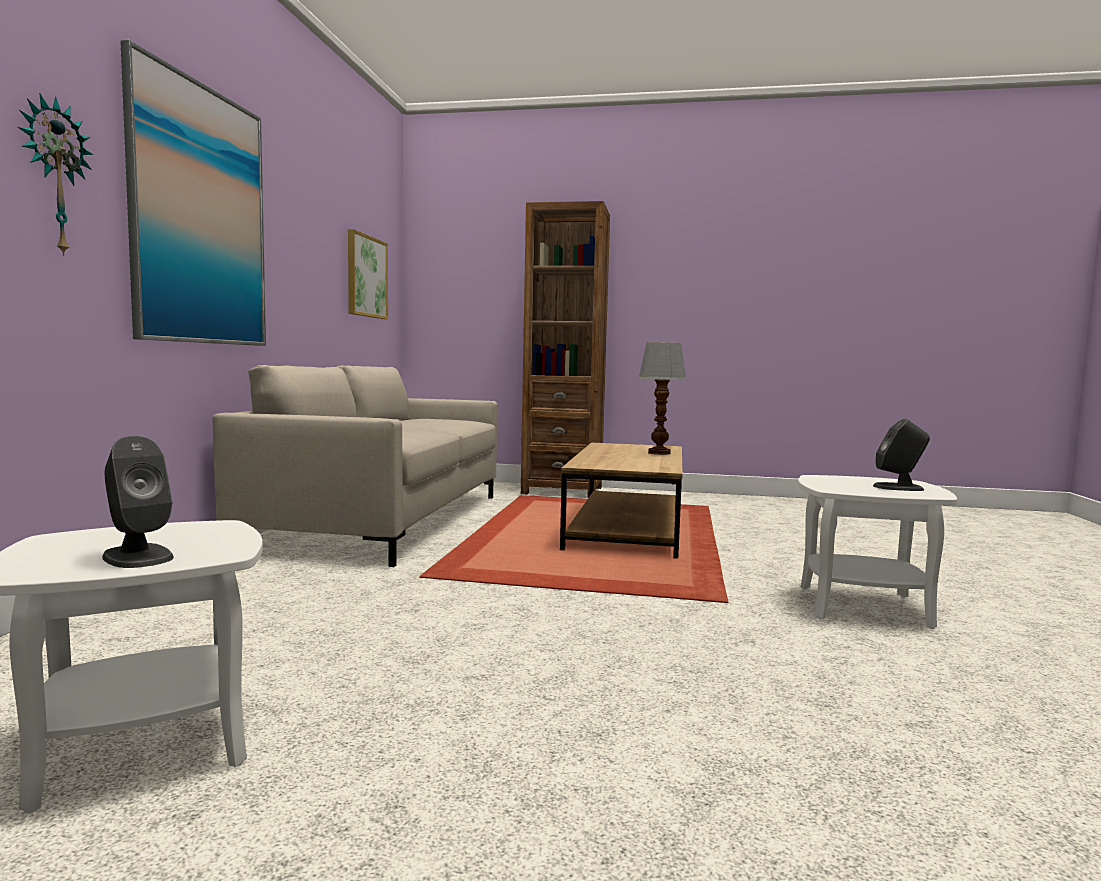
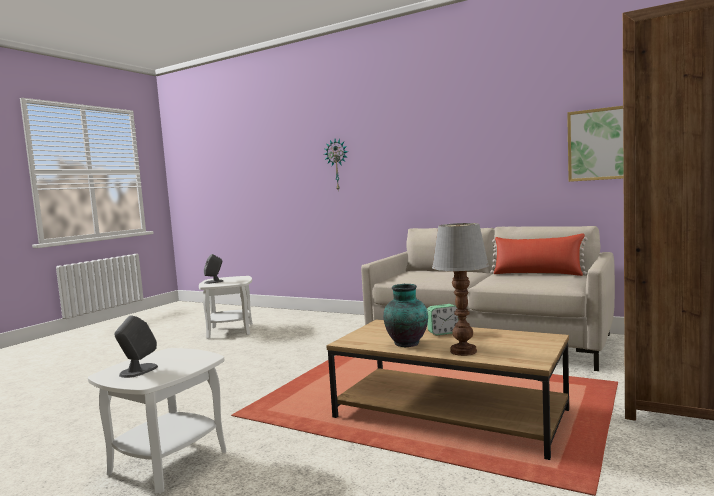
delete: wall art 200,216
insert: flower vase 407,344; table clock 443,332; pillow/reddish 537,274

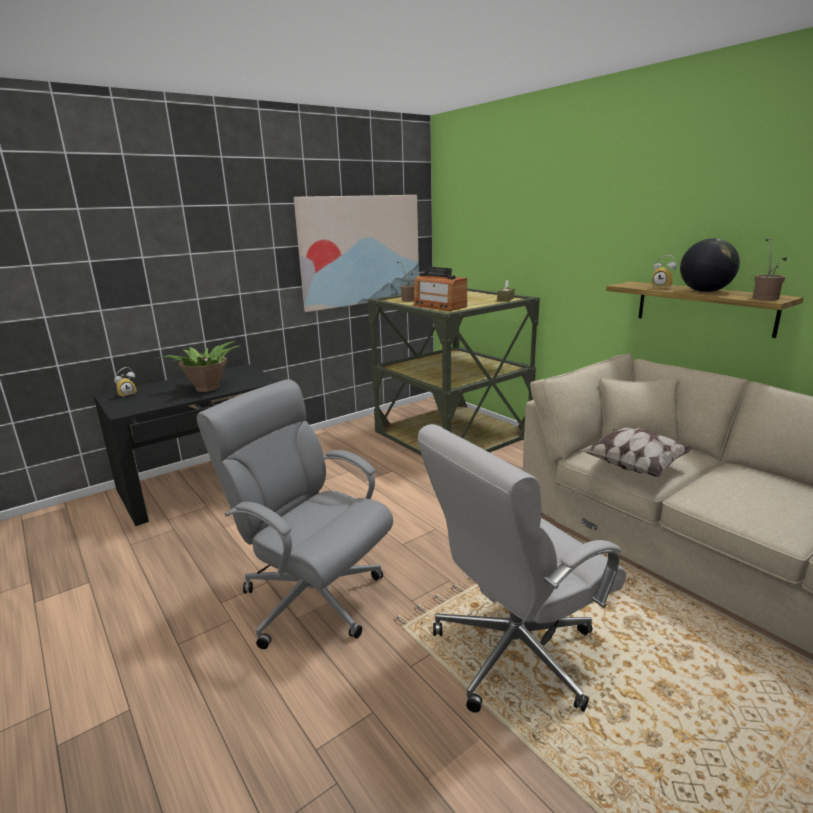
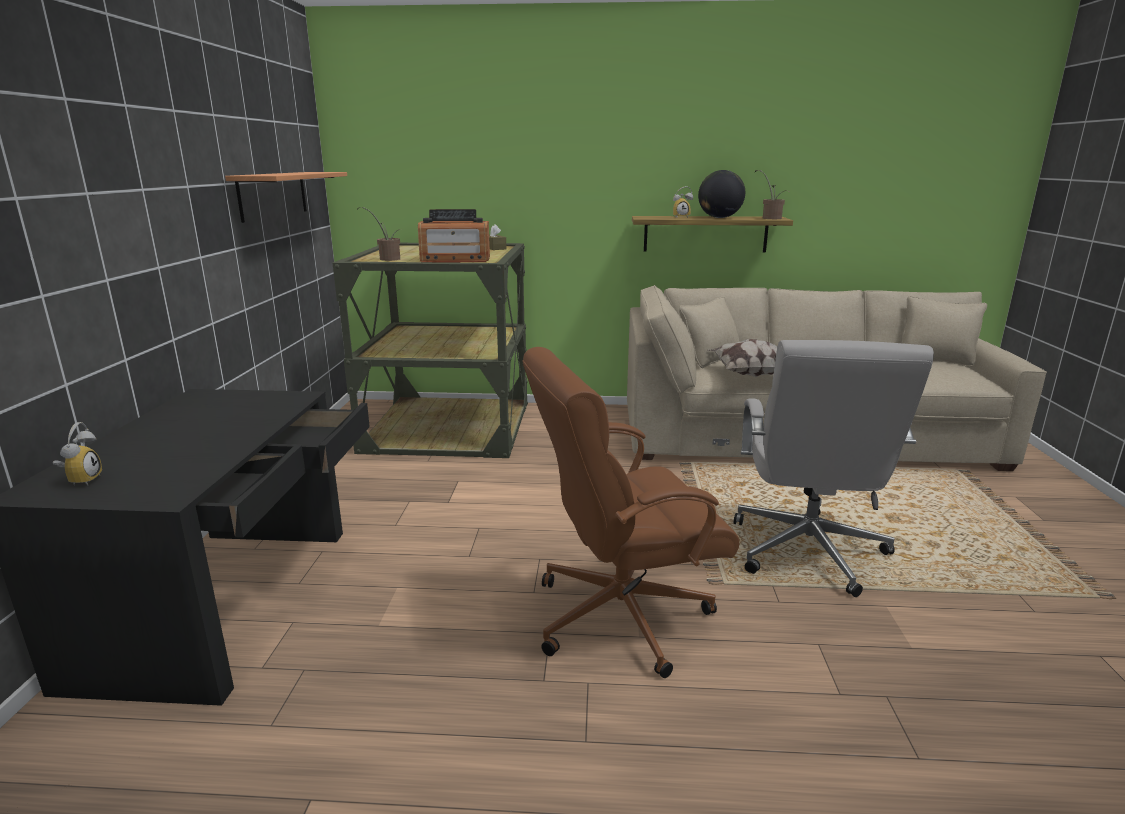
delete: potted plant 206,388
replace: wall art 361,250 to shelf 273,195
recolor: desk chair/grey 313,599 to desk chair/brownish 622,615

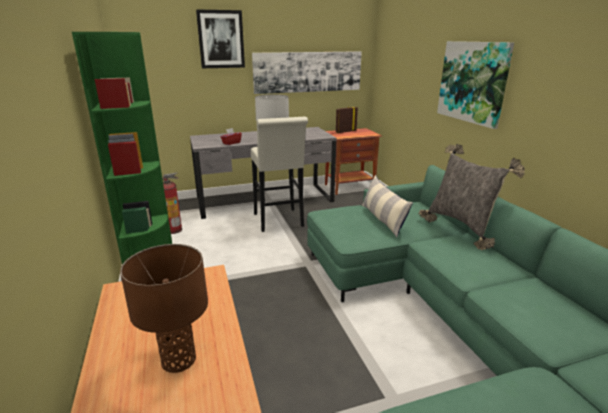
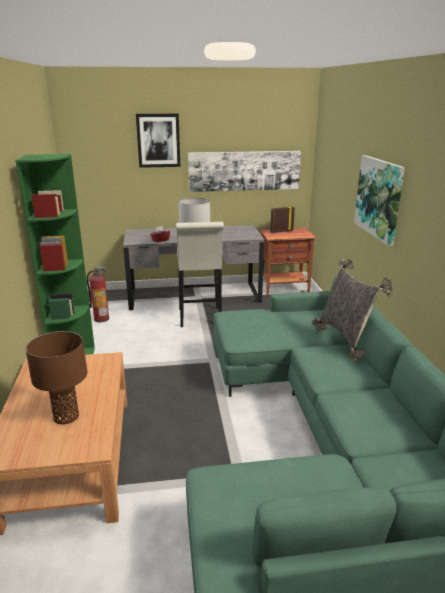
delete: pillow 383,219

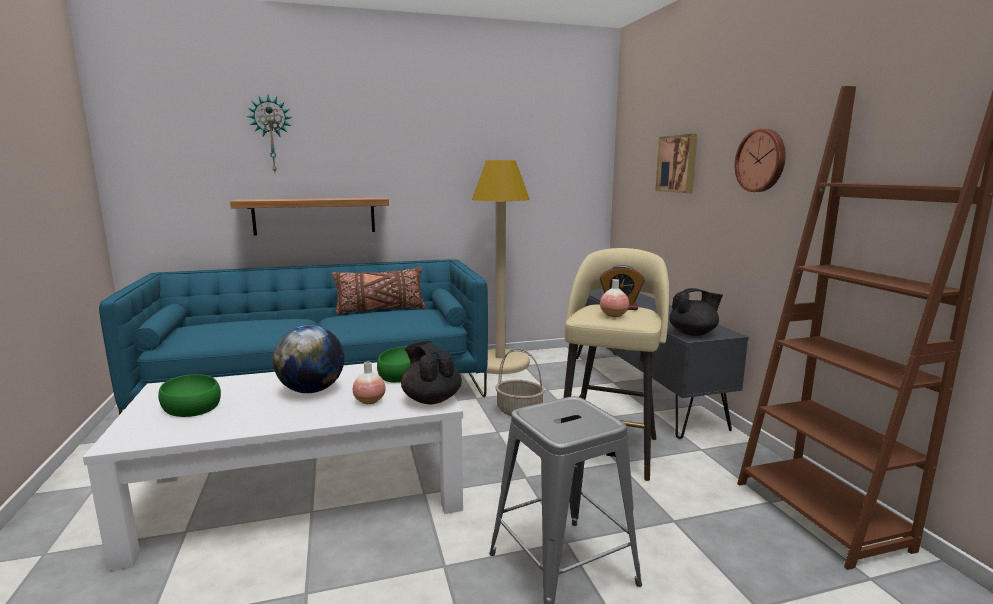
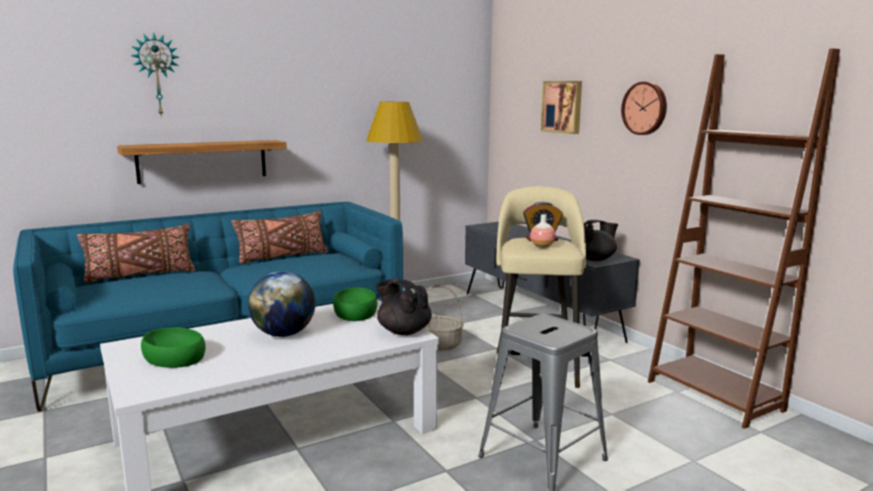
delete: flower vase 369,401
insert: pillow/brownish 140,275

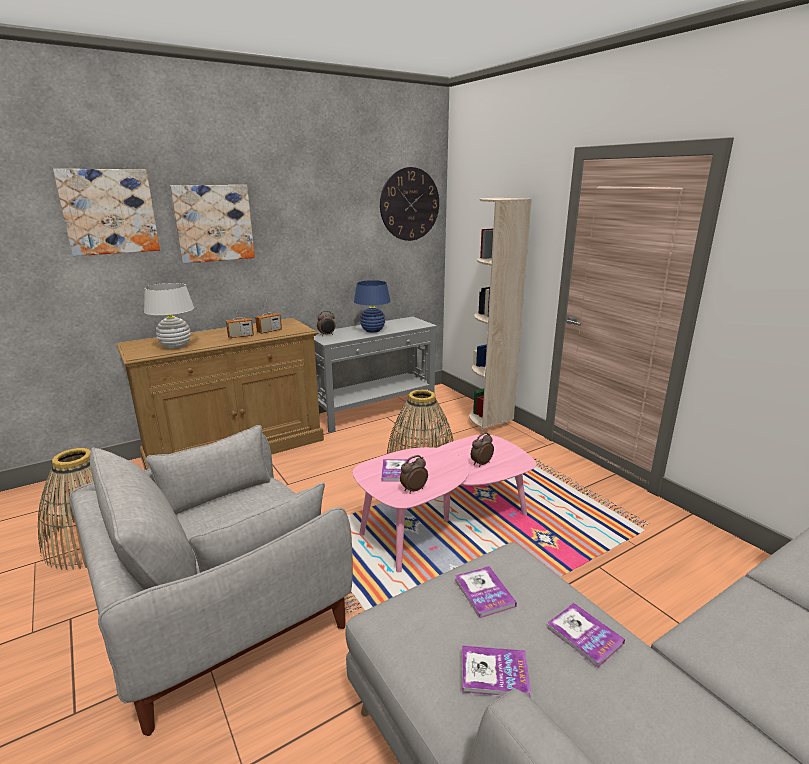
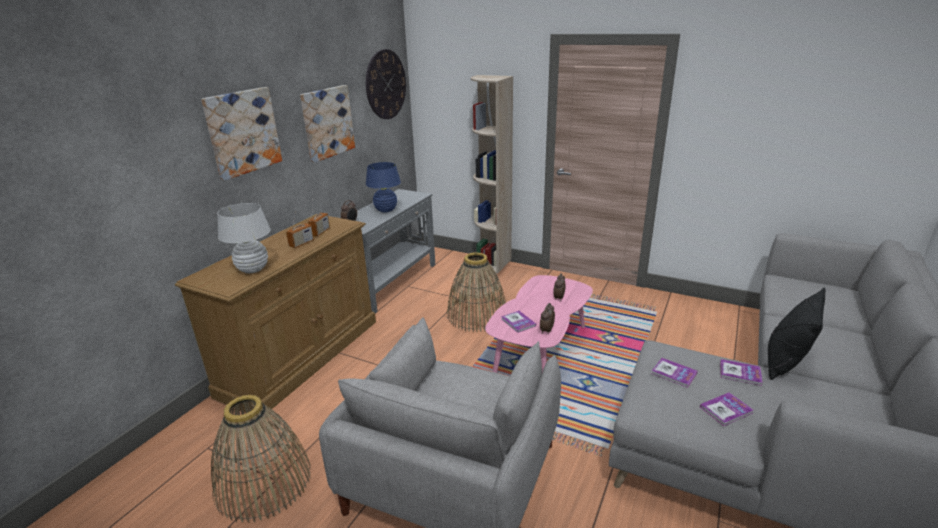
insert: pillow/blackish 785,363
move: wall art 109,212 to 327,122

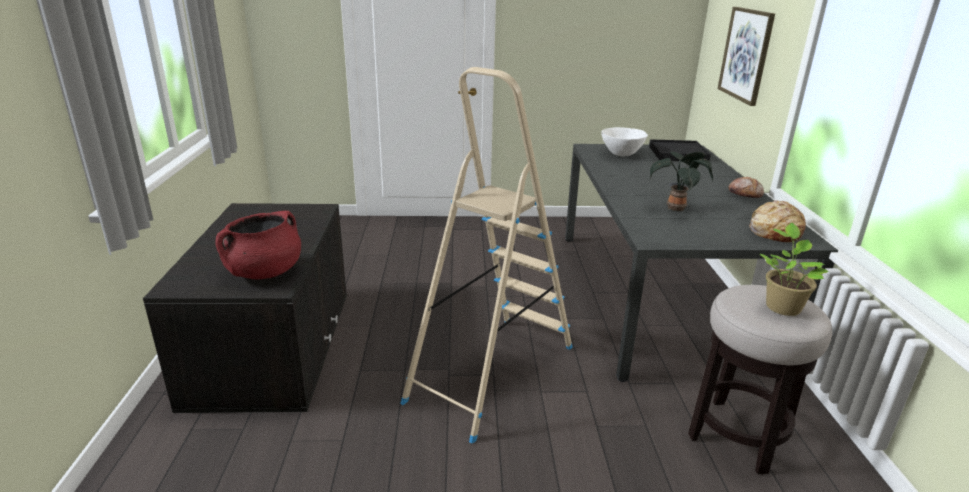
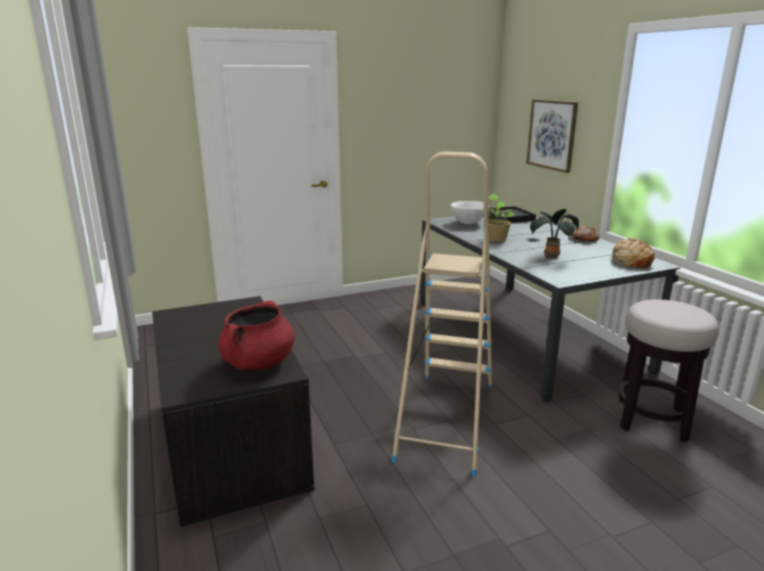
move: potted plant 782,306 to 496,239

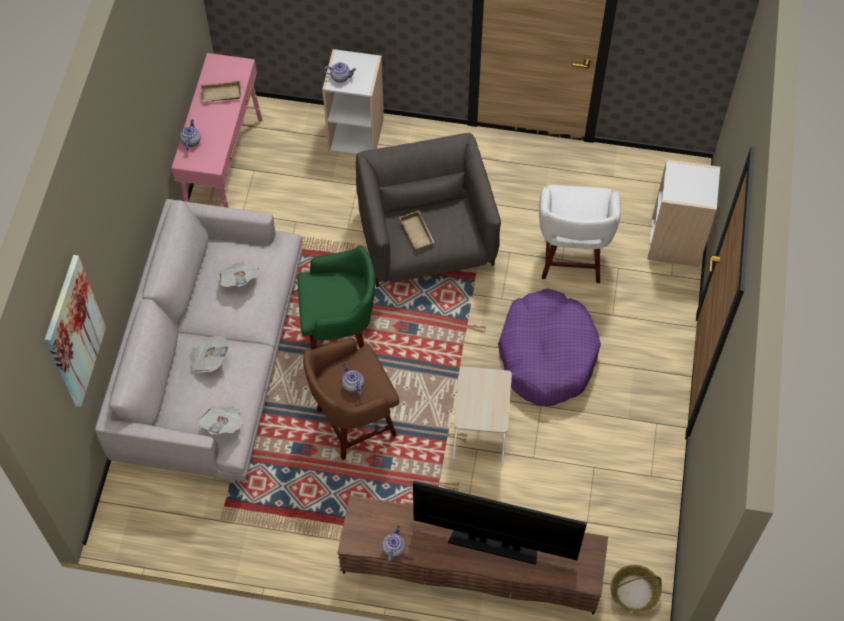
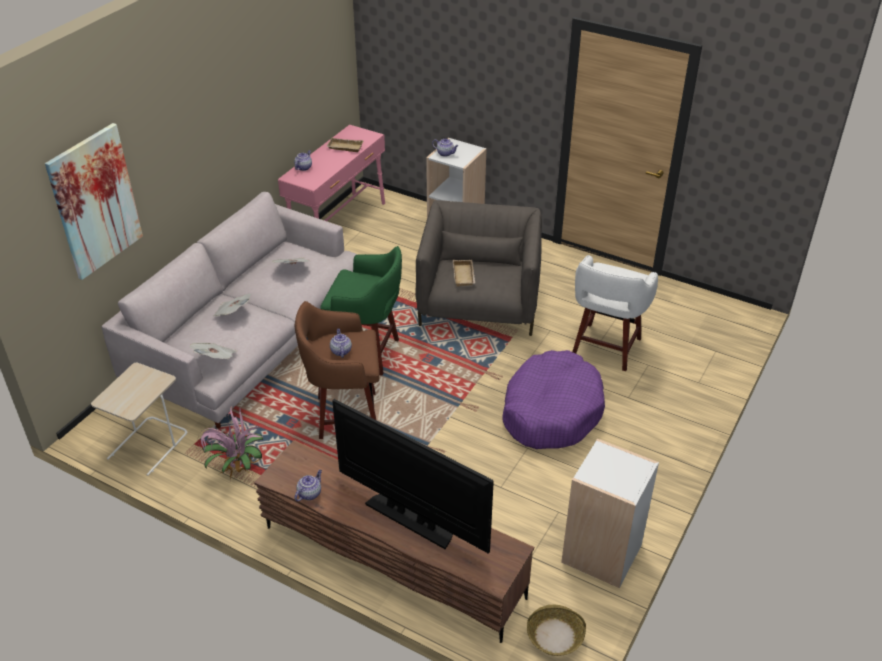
insert: potted plant 237,469
move: end table/beige 481,433 to 149,446; shelving unit 675,243 to 601,554

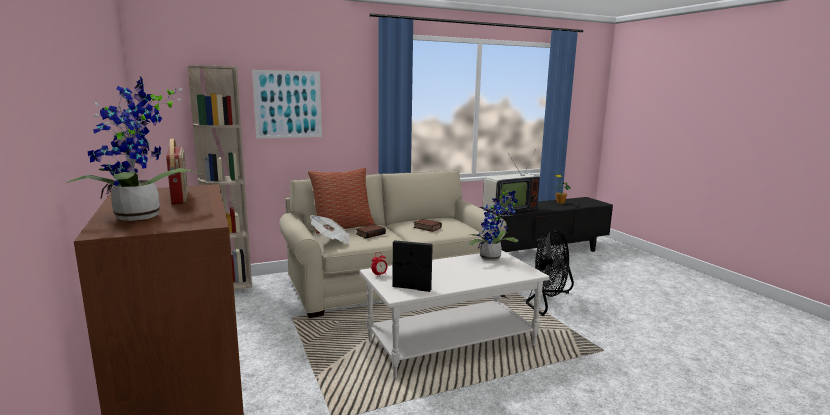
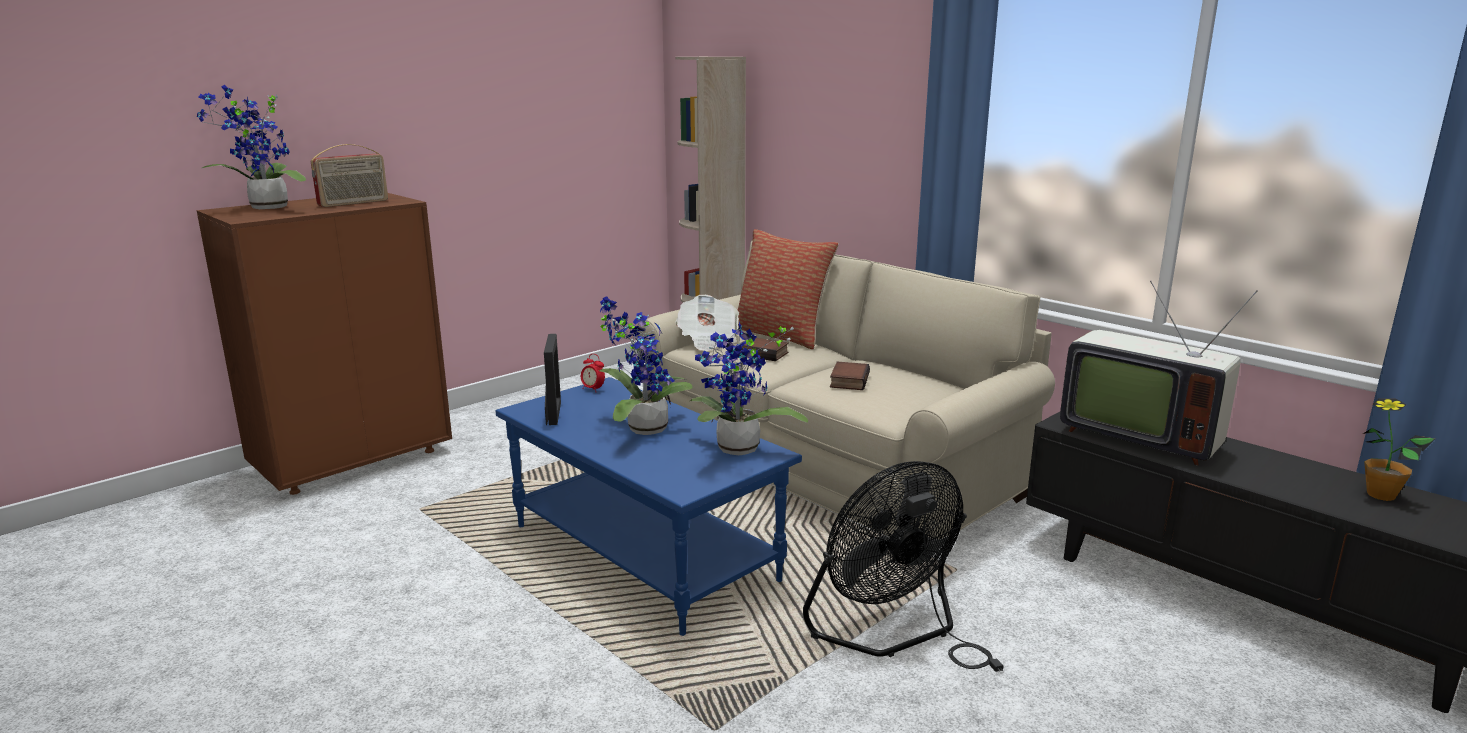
delete: wall art 288,104
insert: potted plant 642,428
recolor: low table/white-coloured 451,343 to low table/bluish 646,553
rotate: fan/blackish 541,301 = 906,630 135 degrees clockwise

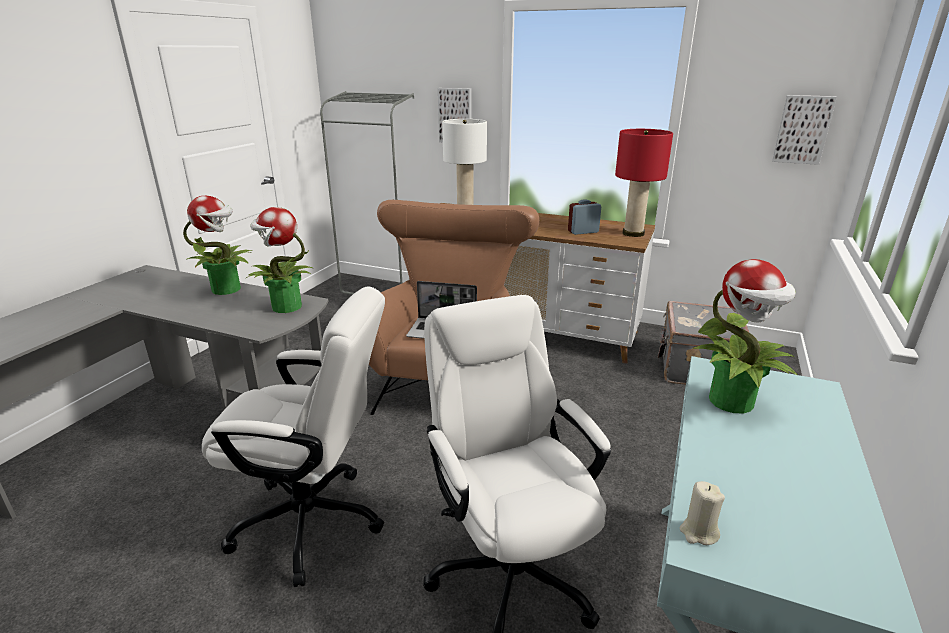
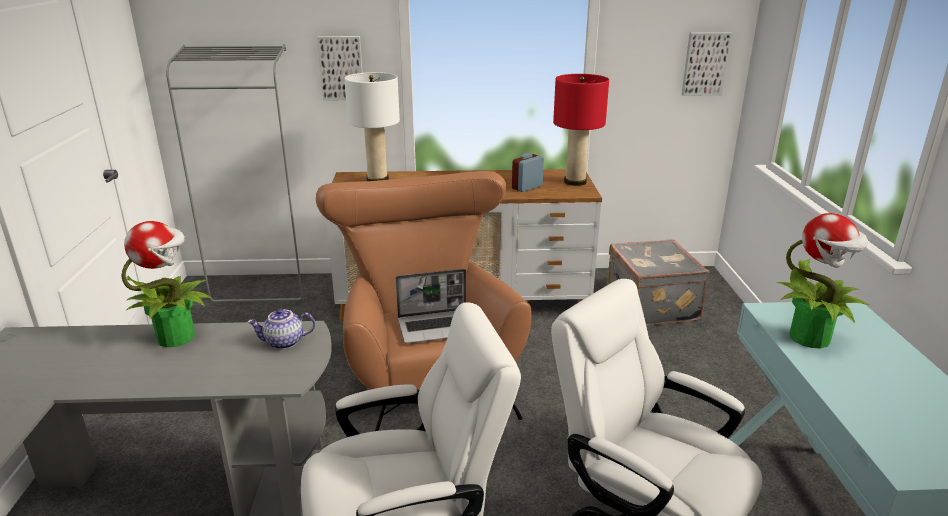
delete: candle/beige 698,532
replace: potted plant 285,307 to tea pot 284,343

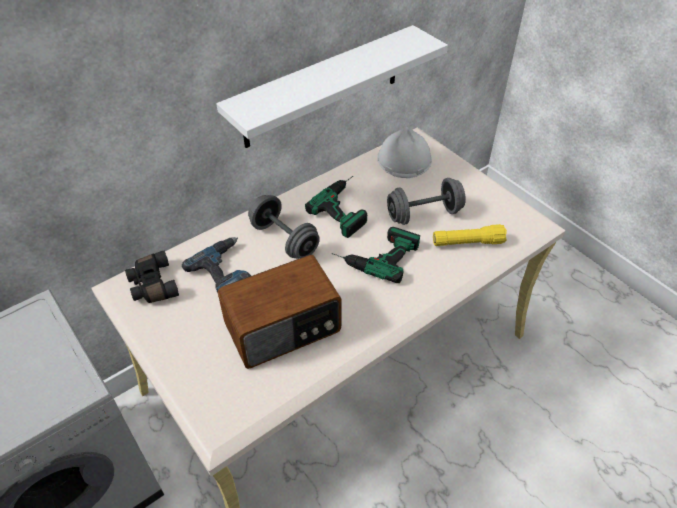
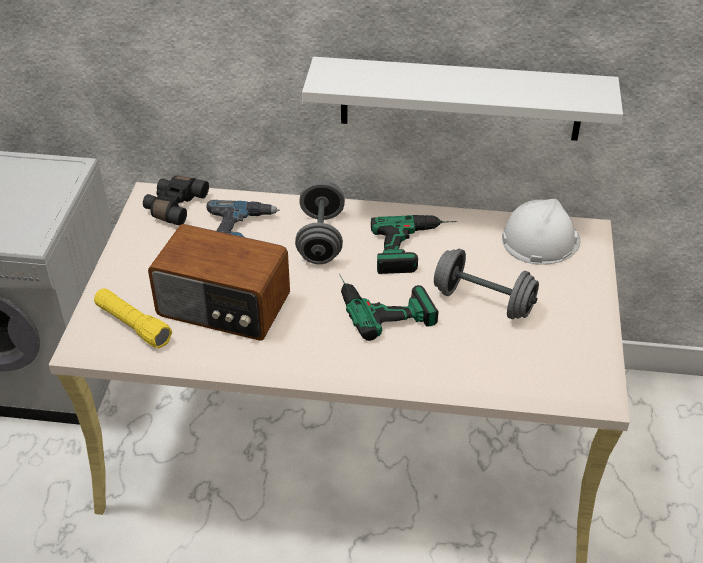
move: torch/yellow 467,243 to 133,325

